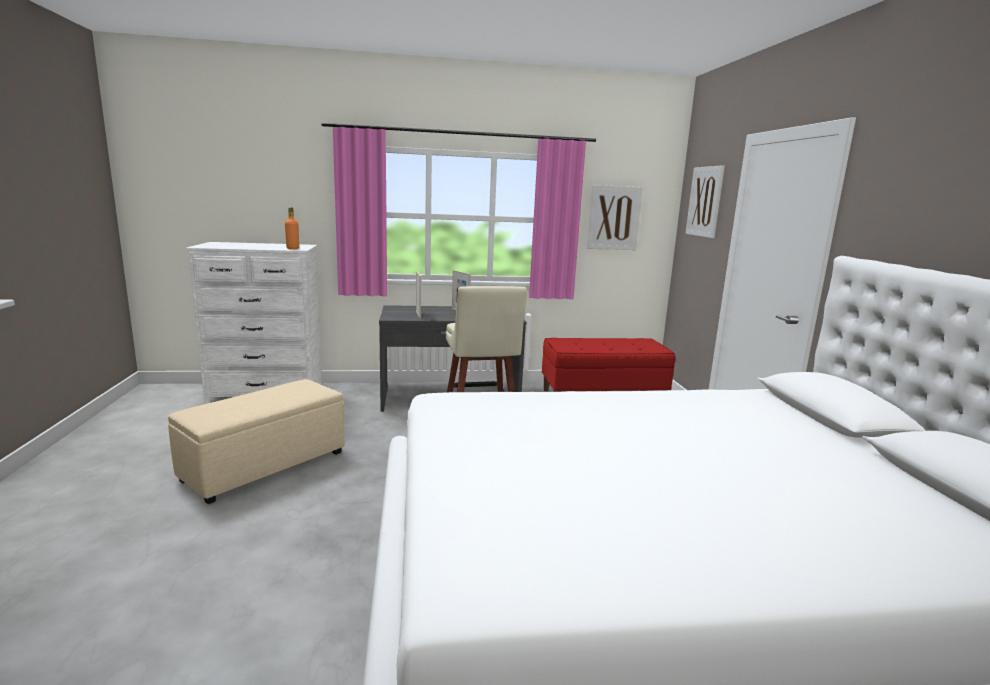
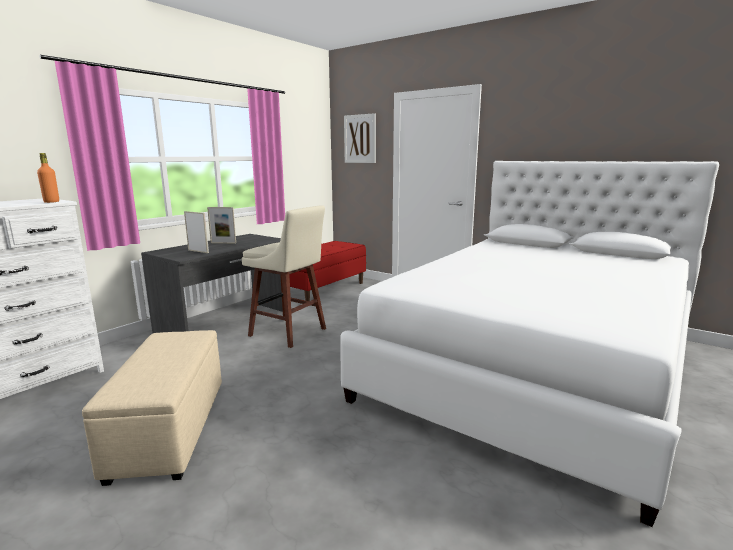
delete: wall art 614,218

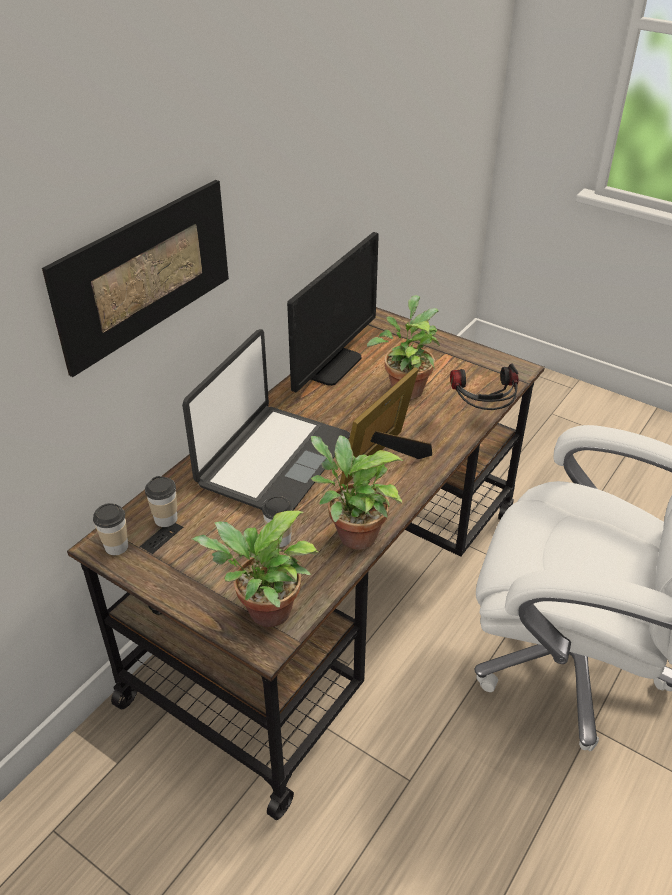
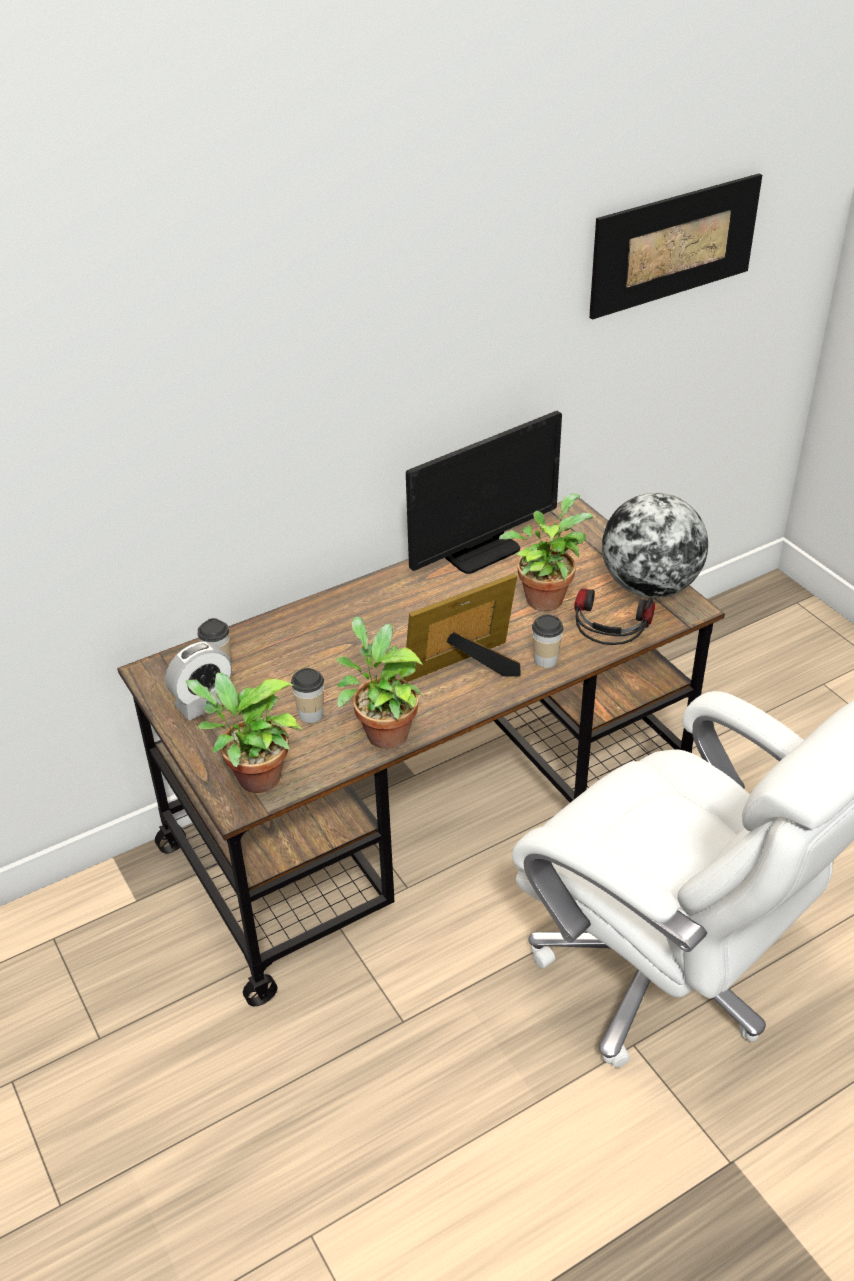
delete: notebook computer 272,461
insert: table clock 204,702; desk globe 649,586
move: small cup 116,546 to 545,660; wall art 145,273 to 674,245

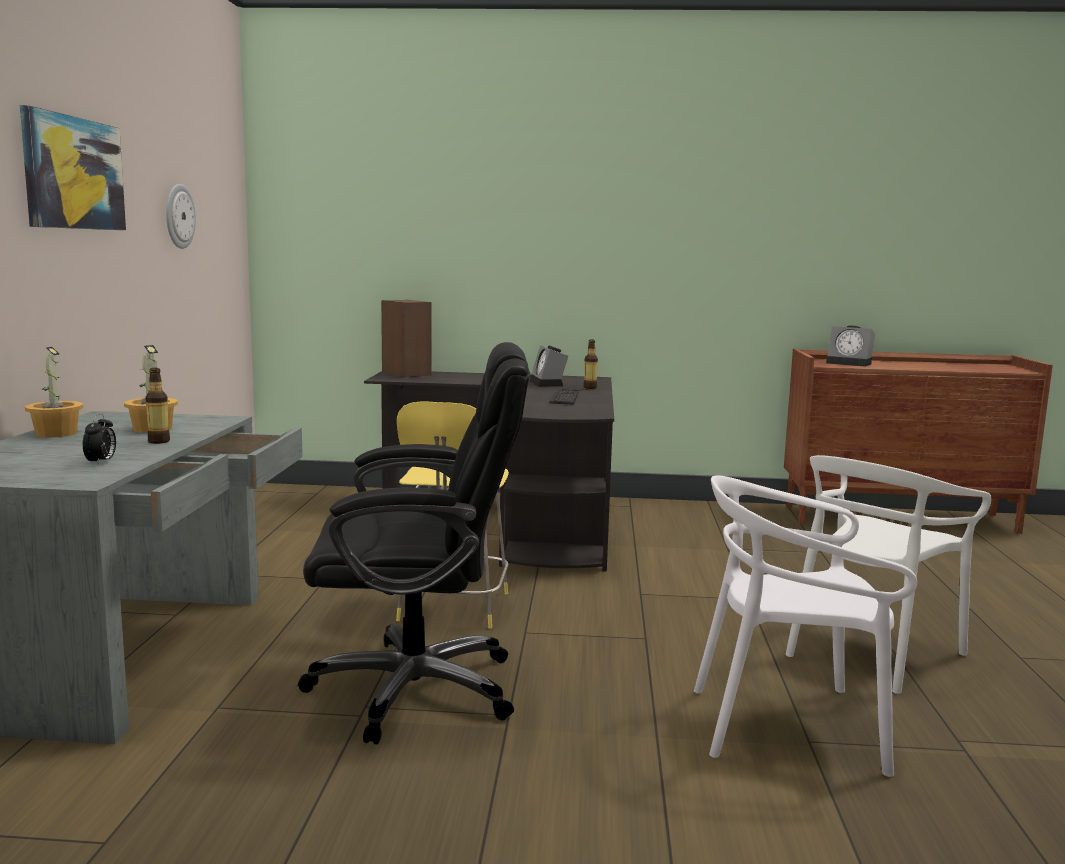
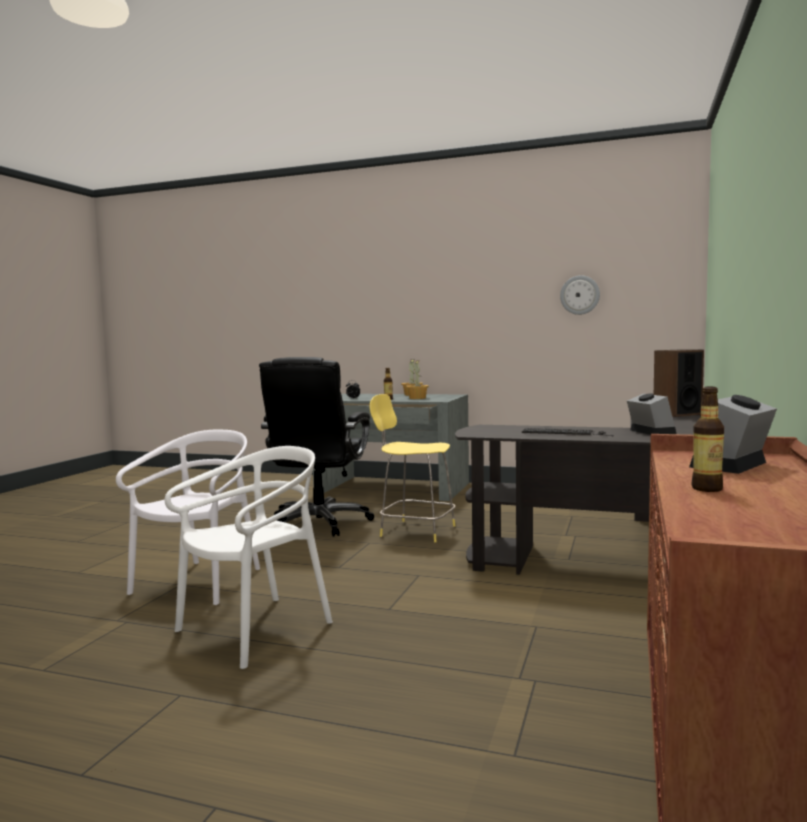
delete: wall art 73,173
move: beverage bottle 590,388 to 707,489
rotate: plain chair/white-coloured 870,652 = 255,630 75 degrees clockwise; table clock 548,383 = 649,432 75 degrees clockwise

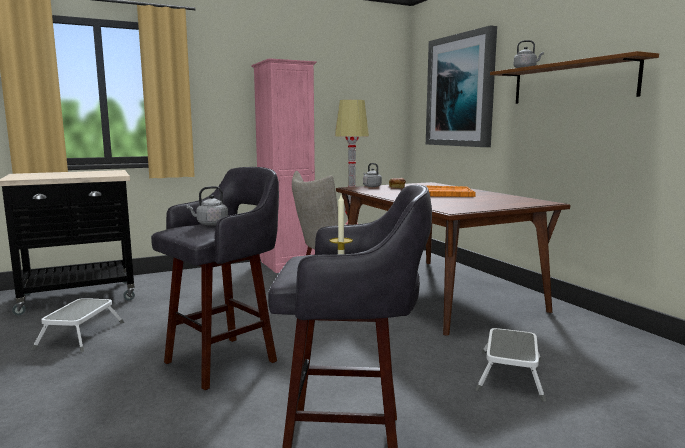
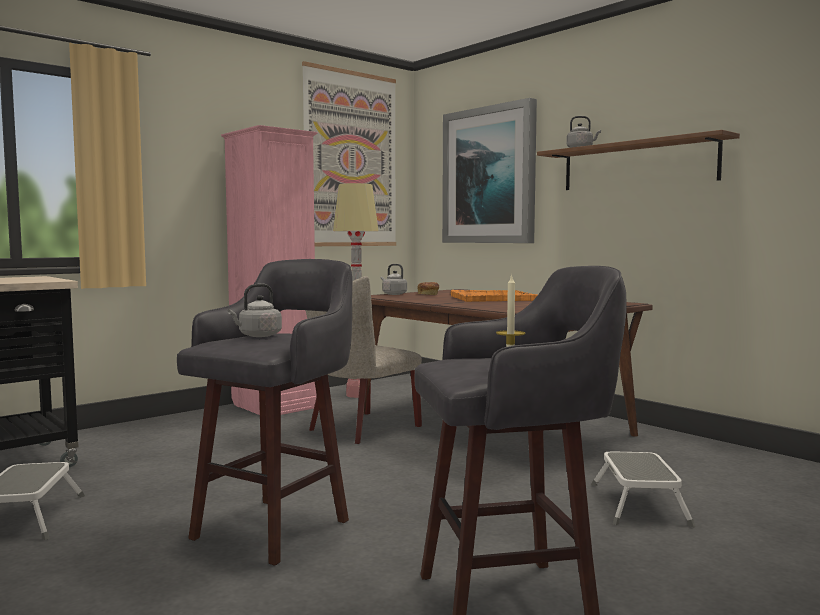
insert: wall art 351,159

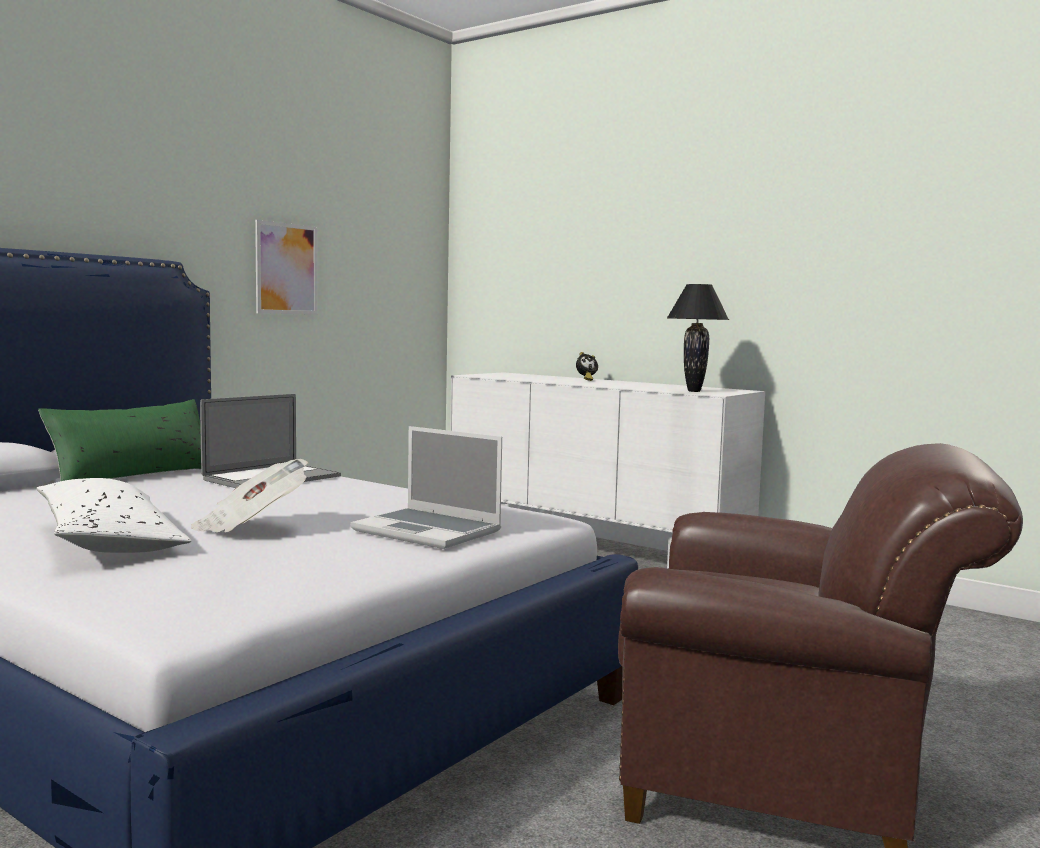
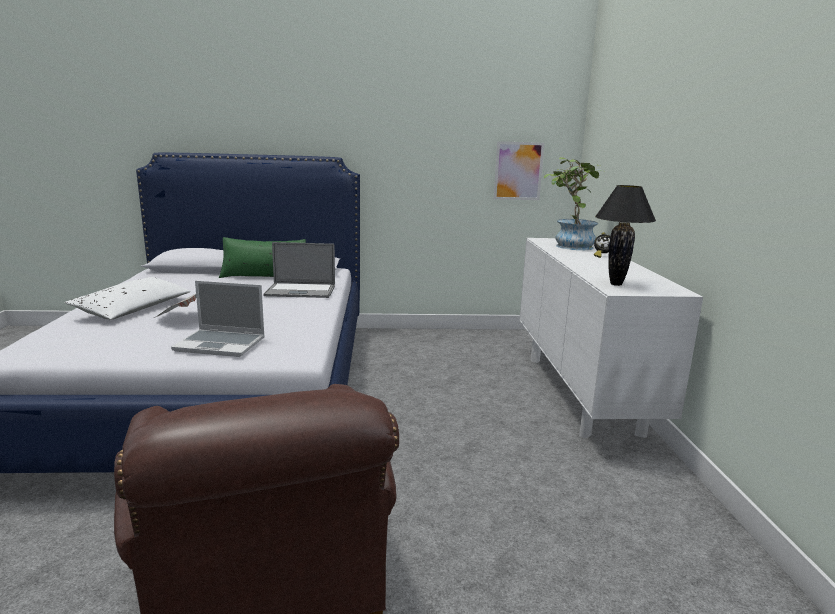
insert: potted plant 568,245
move: wall art 286,269 to 518,171
rotate: notebook computer 429,531 = 222,344 75 degrees counterclockwise

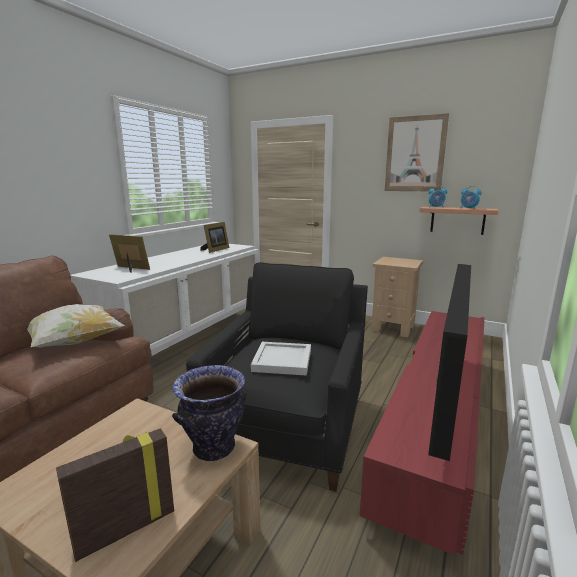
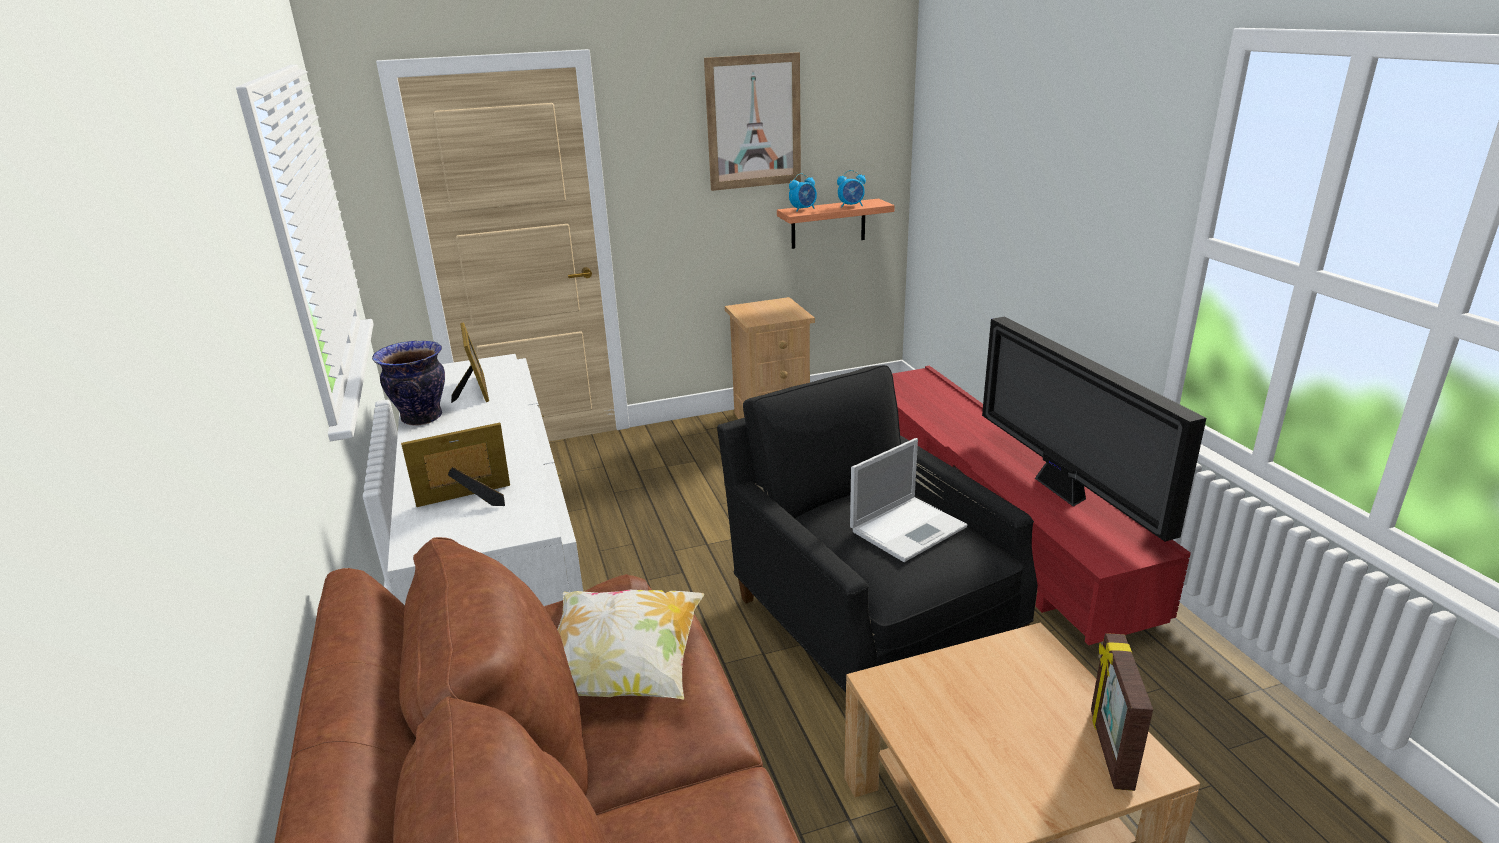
move: flower vase 213,448 to 421,418
replace: serving tray/white-coloured 283,360 to notebook computer 909,528

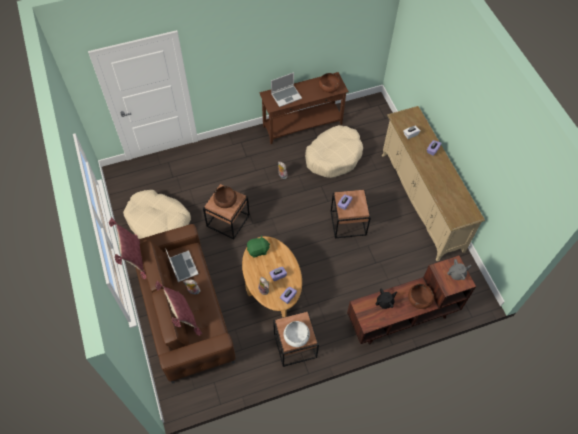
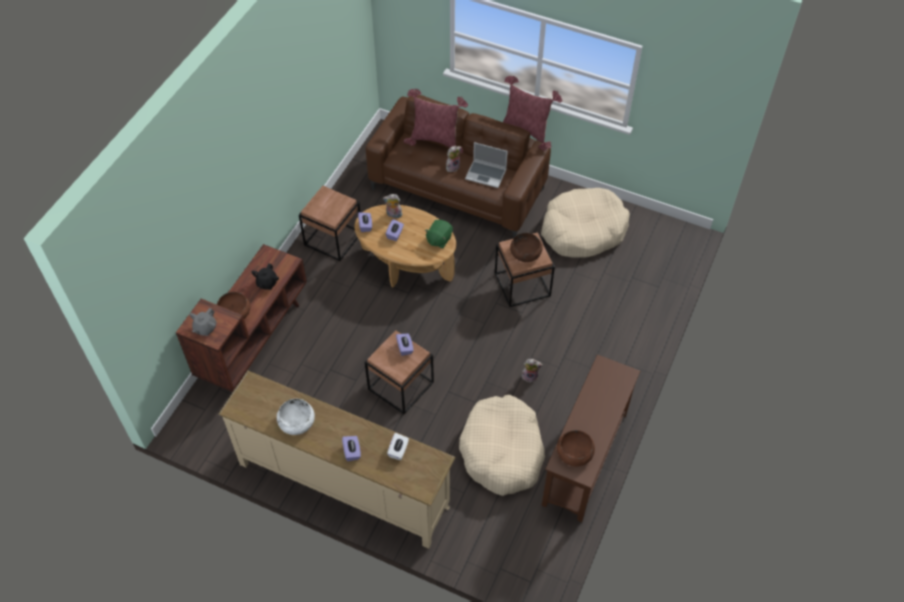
delete: notebook computer 286,96
move: bowl/white-coloured 296,336 to 296,421

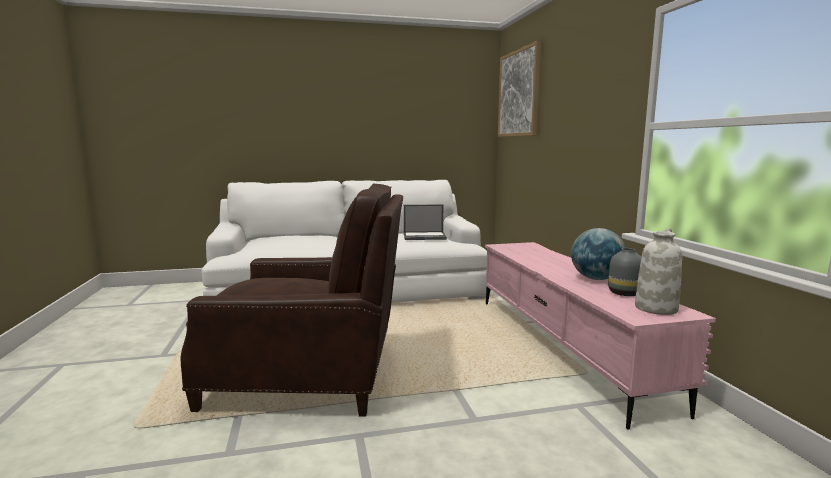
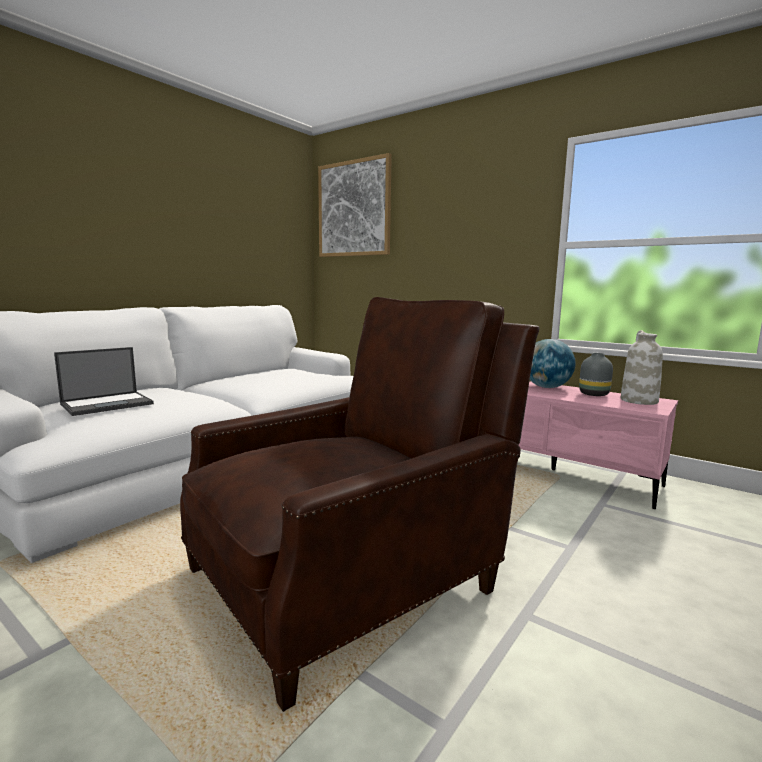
move: notebook computer 425,236 to 108,404

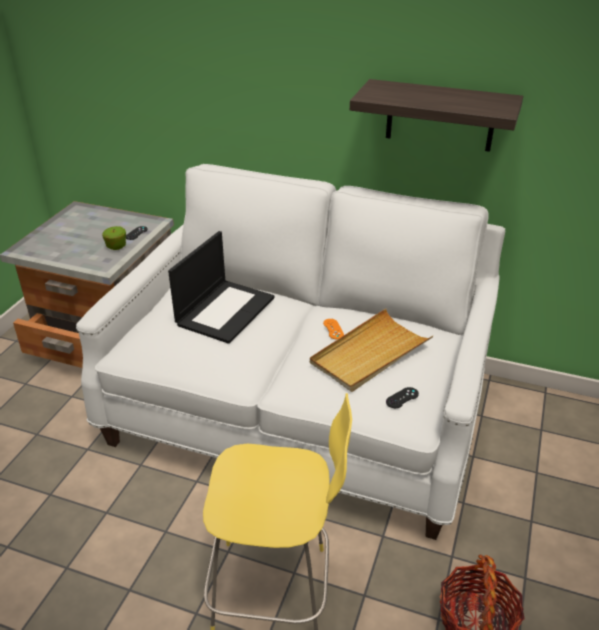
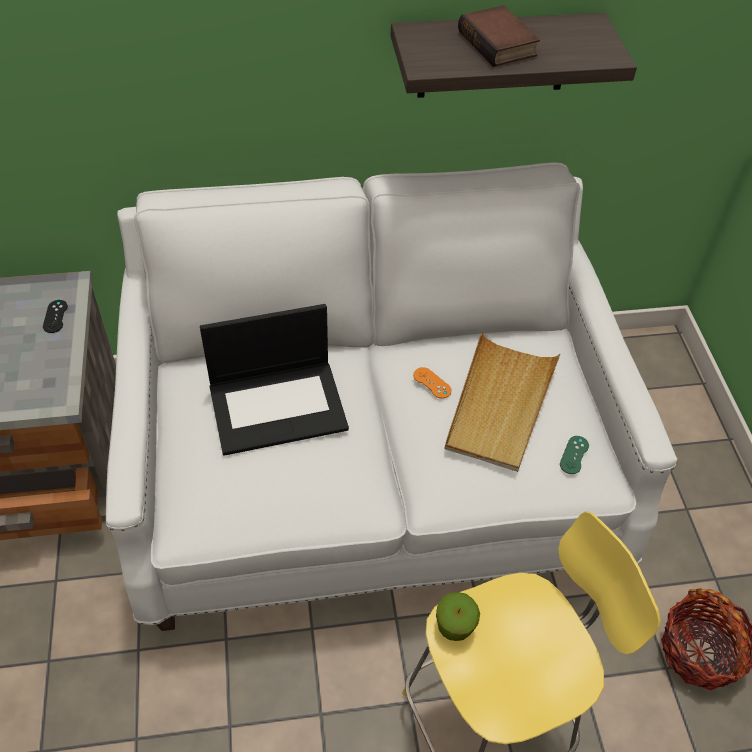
insert: volume 499,44
move: apple fruit 116,247 to 455,626
recolor: game controller/blackish 402,398 to game controller/green 574,455
rotate: notebook computer 225,310 = 279,405 75 degrees clockwise

